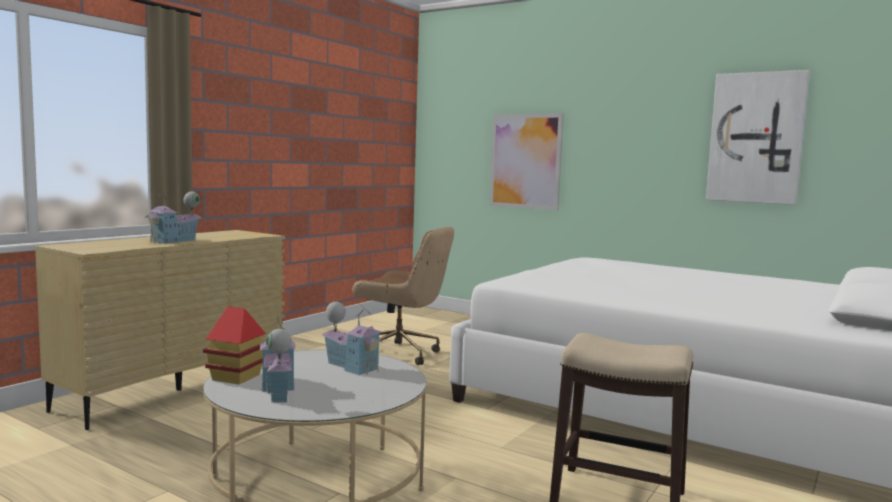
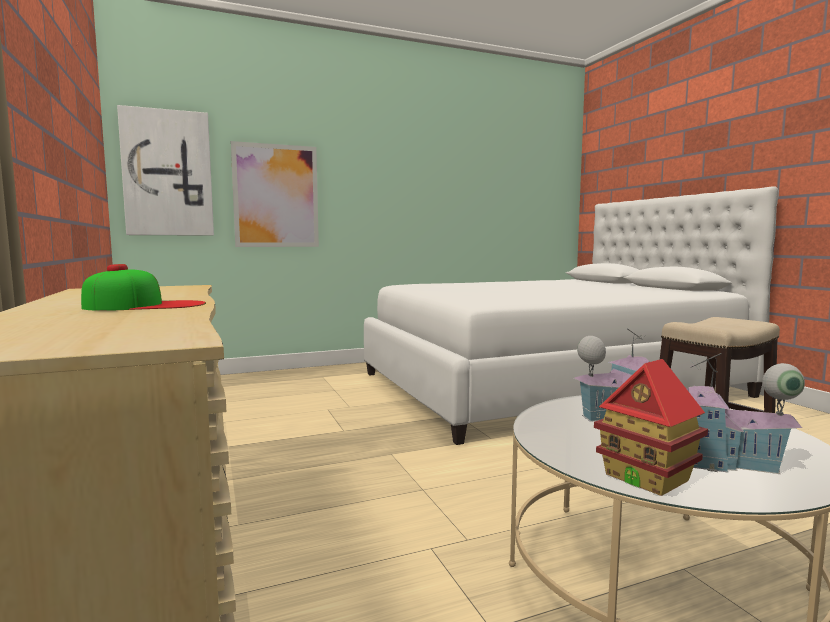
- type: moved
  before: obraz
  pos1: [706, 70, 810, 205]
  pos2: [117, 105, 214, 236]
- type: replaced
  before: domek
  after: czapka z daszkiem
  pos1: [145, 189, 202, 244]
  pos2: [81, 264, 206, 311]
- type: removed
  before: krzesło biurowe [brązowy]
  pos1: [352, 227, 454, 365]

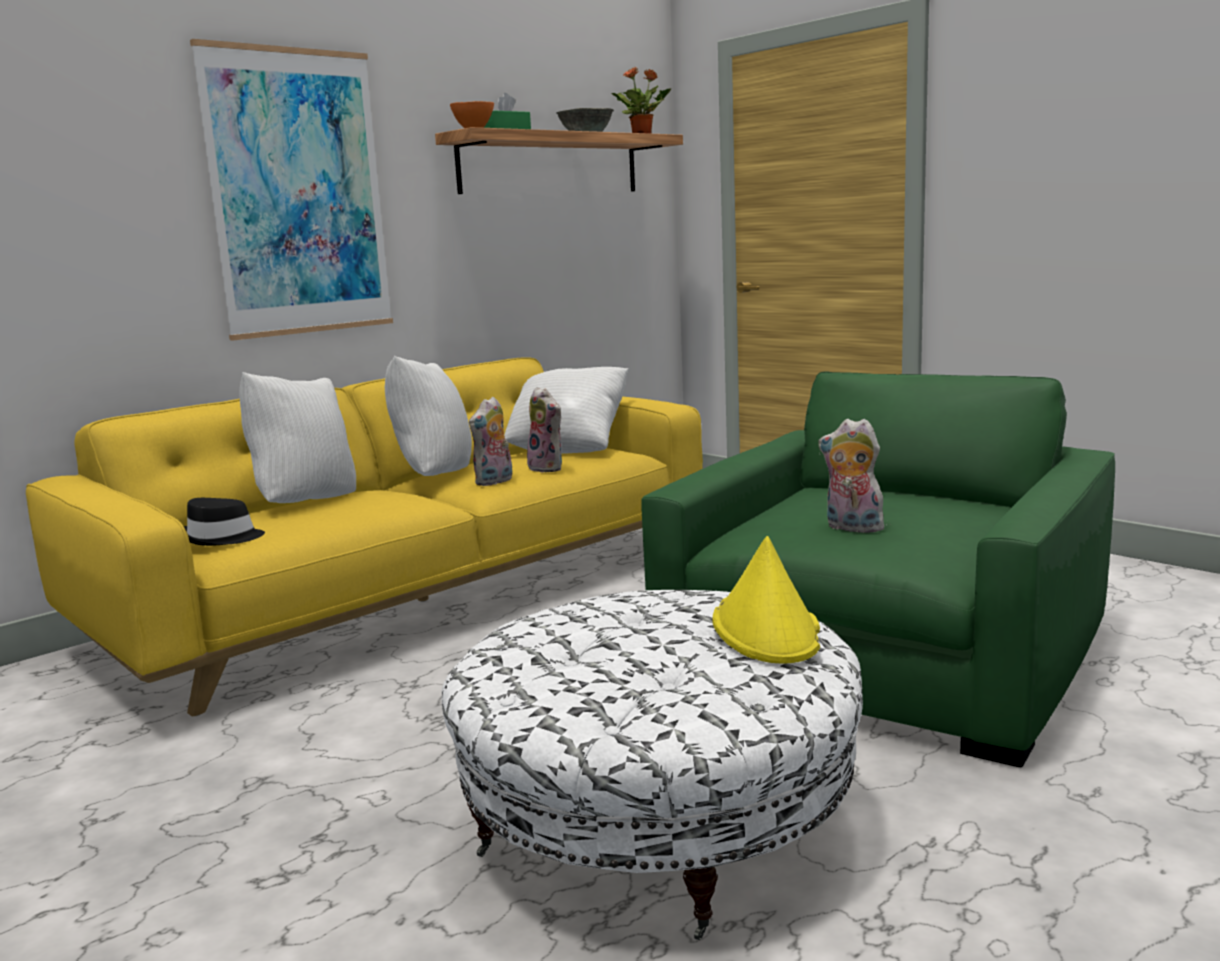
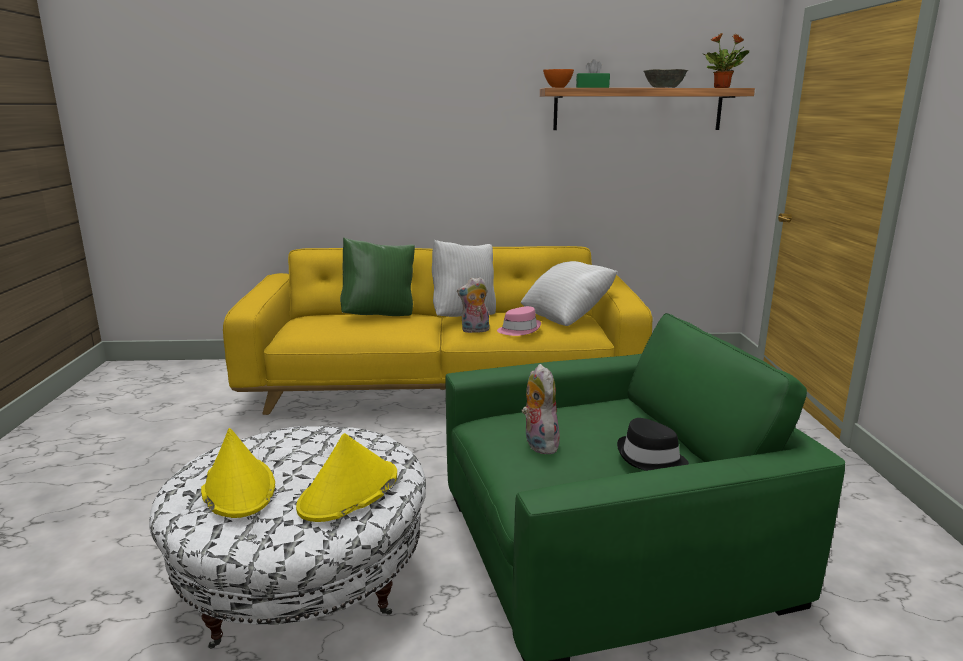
- type: removed
  before: obraz
  pos1: [190, 39, 393, 340]
- type: recoloured
  before: poduszka [biały]
  after: poduszka [zielony]
  pos1: [239, 372, 356, 503]
  pos2: [340, 238, 415, 316]
- type: replaced
  before: pluszak
  after: kapelusz [różowy]
  pos1: [527, 387, 563, 473]
  pos2: [497, 306, 541, 336]
- type: moved
  before: kapelusz [czarny]
  pos1: [184, 498, 265, 546]
  pos2: [617, 418, 689, 471]
- type: added
  after: kapelusz [żółty]
  pos2: [201, 428, 275, 518]

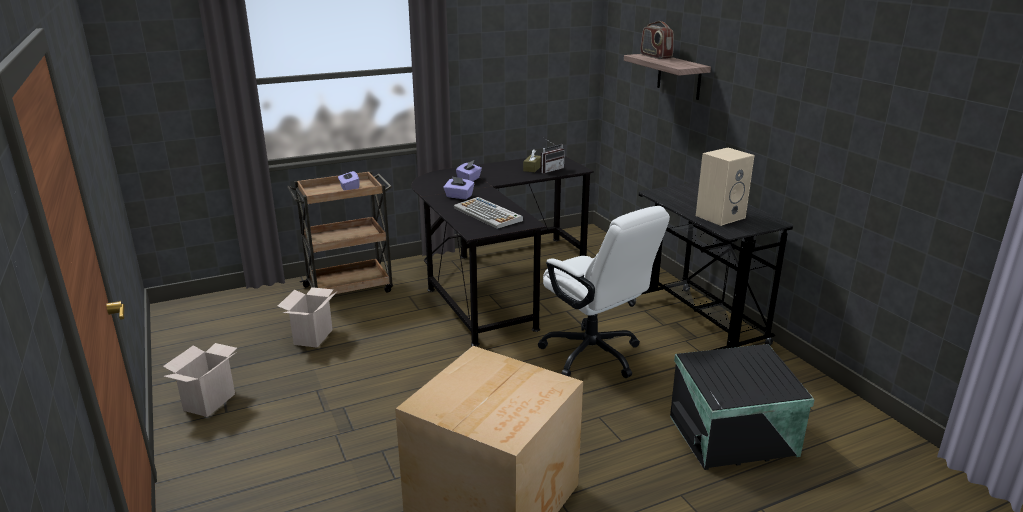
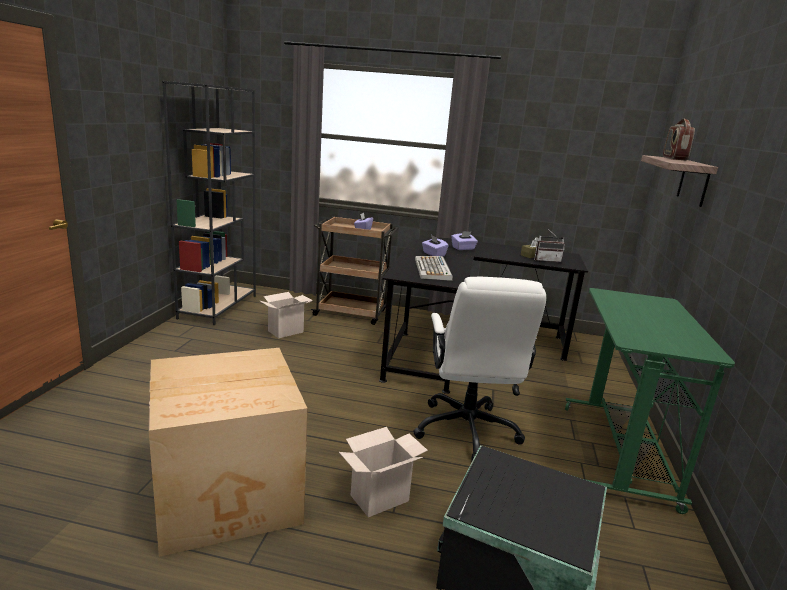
- type: removed
  before: głośnik [beżowy]
  pos1: [696, 148, 755, 226]
- type: recoloured
  before: biurko [czarny]
  after: biurko [zielony]
  pos1: [633, 182, 793, 350]
  pos2: [565, 288, 735, 514]
- type: moved
  before: karton
  pos1: [163, 343, 237, 417]
  pos2: [339, 427, 428, 517]
- type: added
  after: regał
  pos2: [162, 81, 256, 325]

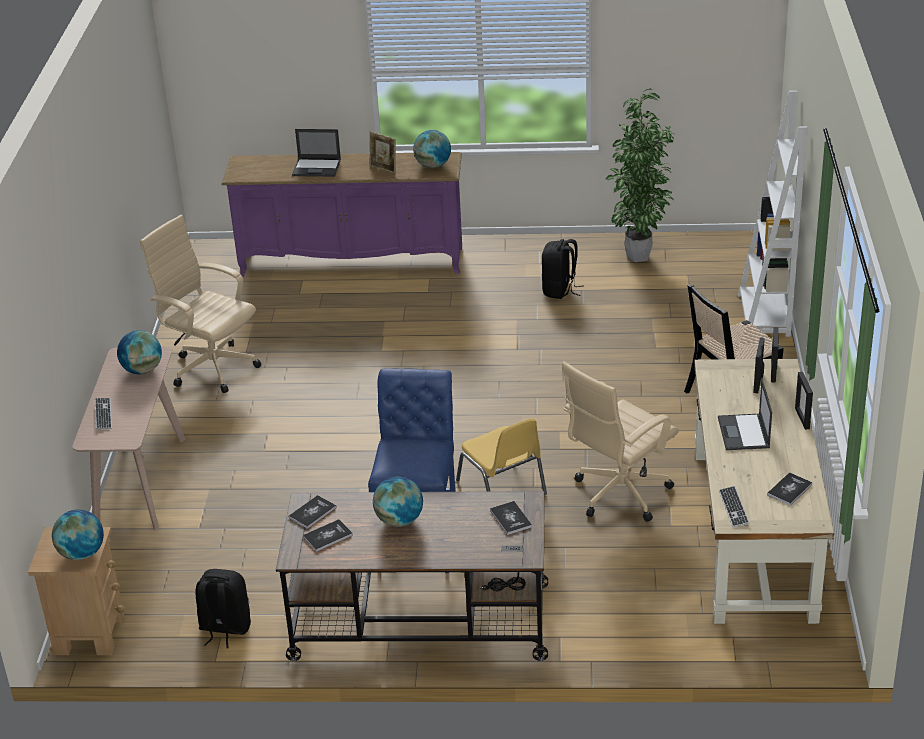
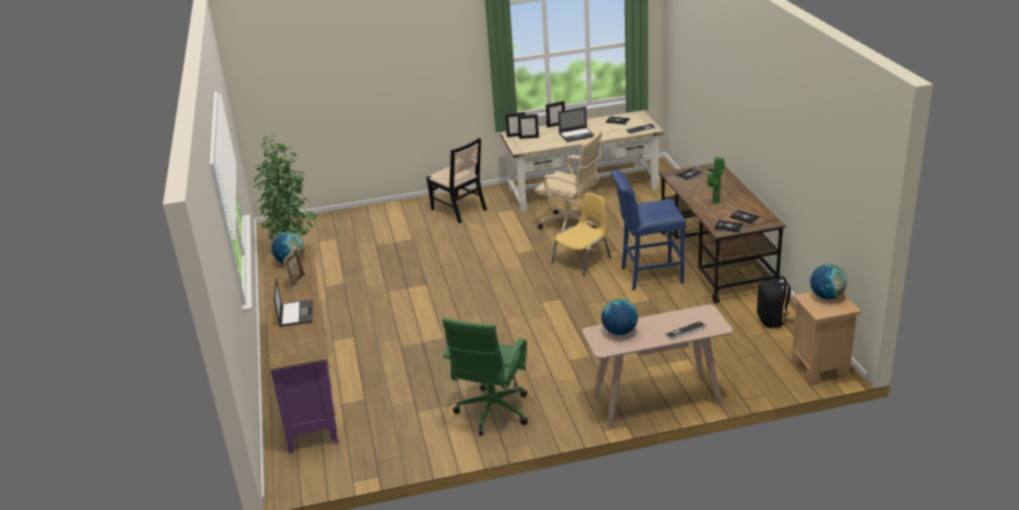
- type: removed
  before: regał [biały]
  pos1: [738, 91, 807, 337]
- type: recoloured
  before: krzesło biurowe [beżowy]
  after: krzesło biurowe [zielony]
  pos1: [140, 215, 261, 393]
  pos2: [442, 318, 528, 436]
- type: removed
  before: plecak [czarny]
  pos1: [542, 239, 584, 299]
- type: replaced
  before: globus
  after: roślina doniczkowa
  pos1: [373, 476, 423, 527]
  pos2: [707, 157, 724, 204]

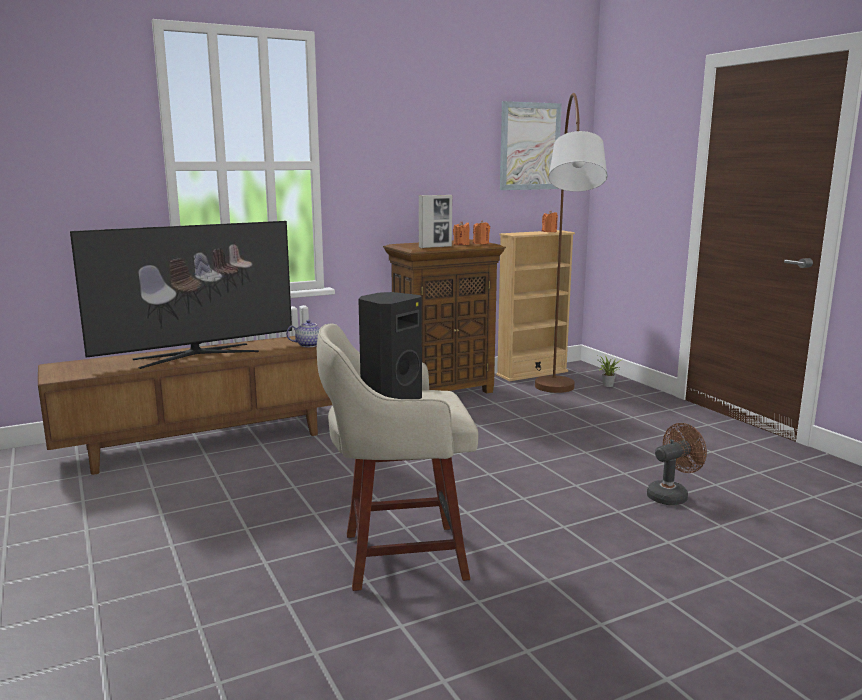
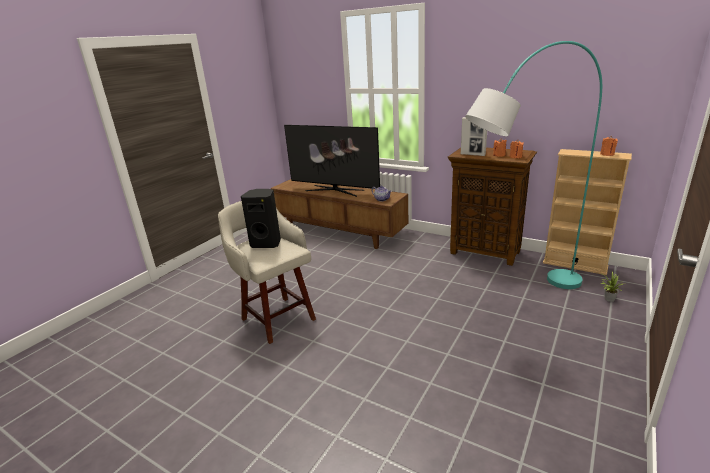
- type: recoloured
  before: lampa stojąca [brązowy]
  after: lampa stojąca [turkusowy]
  pos1: [535, 93, 607, 393]
  pos2: [465, 41, 602, 289]
- type: removed
  before: obraz
  pos1: [500, 101, 562, 190]
- type: removed
  before: wentylator [brązowy]
  pos1: [647, 423, 707, 505]

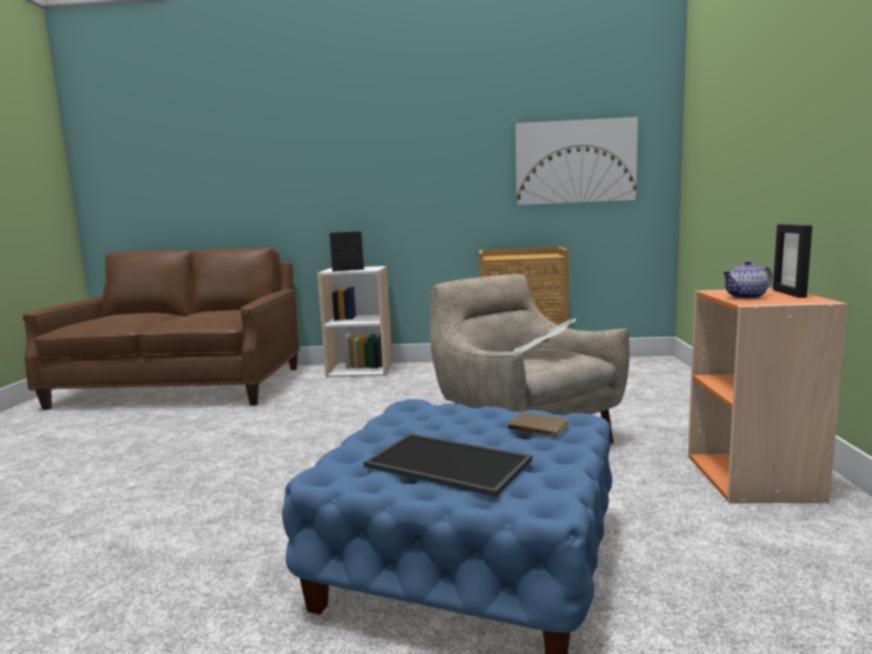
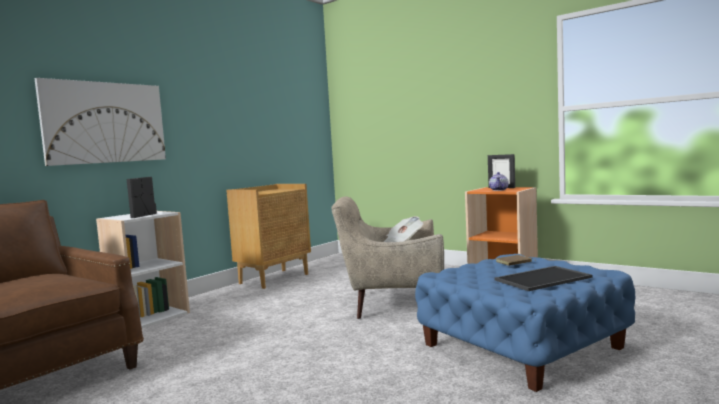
- type: moved
  before: obraz
  pos1: [515, 117, 638, 205]
  pos2: [34, 78, 166, 166]

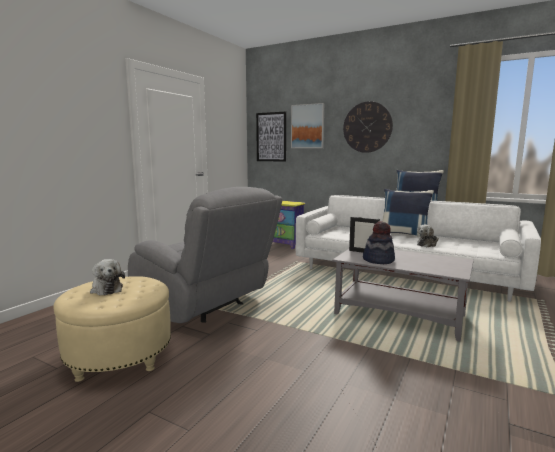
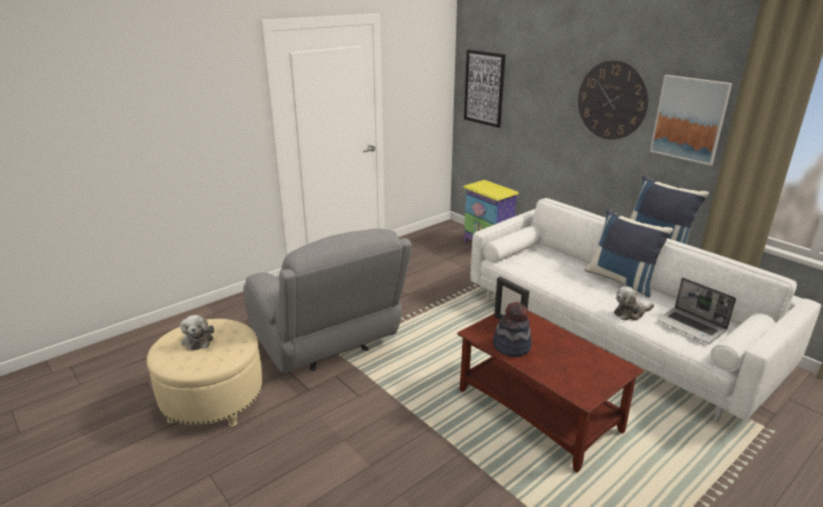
- type: moved
  before: obraz
  pos1: [291, 103, 324, 148]
  pos2: [650, 75, 732, 166]
- type: recoloured
  before: ława [szary]
  after: ława [brązowy]
  pos1: [332, 249, 474, 341]
  pos2: [457, 310, 644, 473]
- type: added
  after: laptop
  pos2: [657, 278, 736, 344]

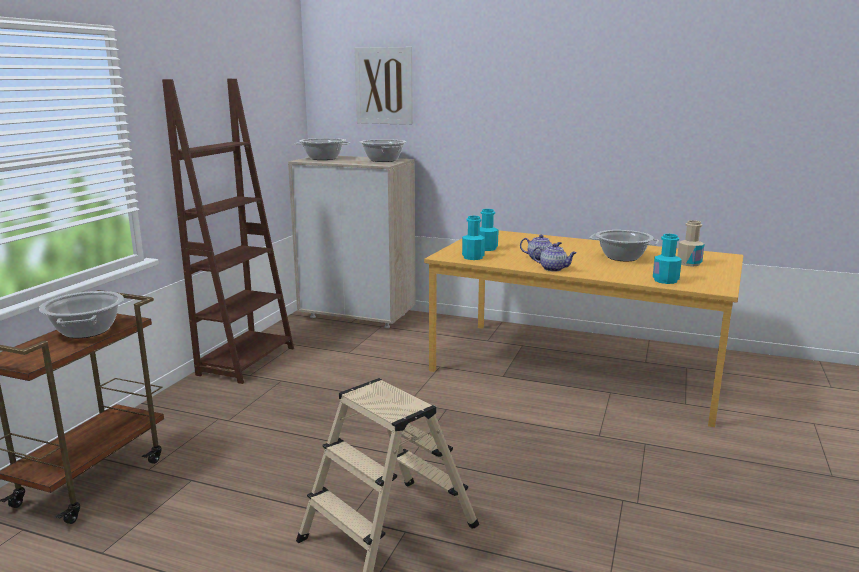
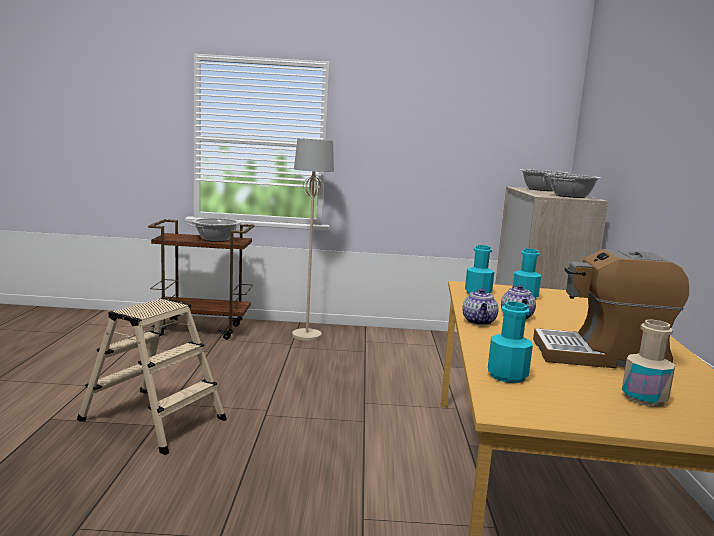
- type: removed
  before: obraz
  pos1: [354, 47, 413, 125]
- type: removed
  before: regał [brązowy]
  pos1: [162, 79, 294, 384]
- type: replaced
  before: garnek
  after: ekspres do kawy
  pos1: [590, 230, 659, 261]
  pos2: [533, 249, 689, 368]
- type: added
  after: lampa stojąca [beżowy]
  pos2: [292, 139, 334, 341]

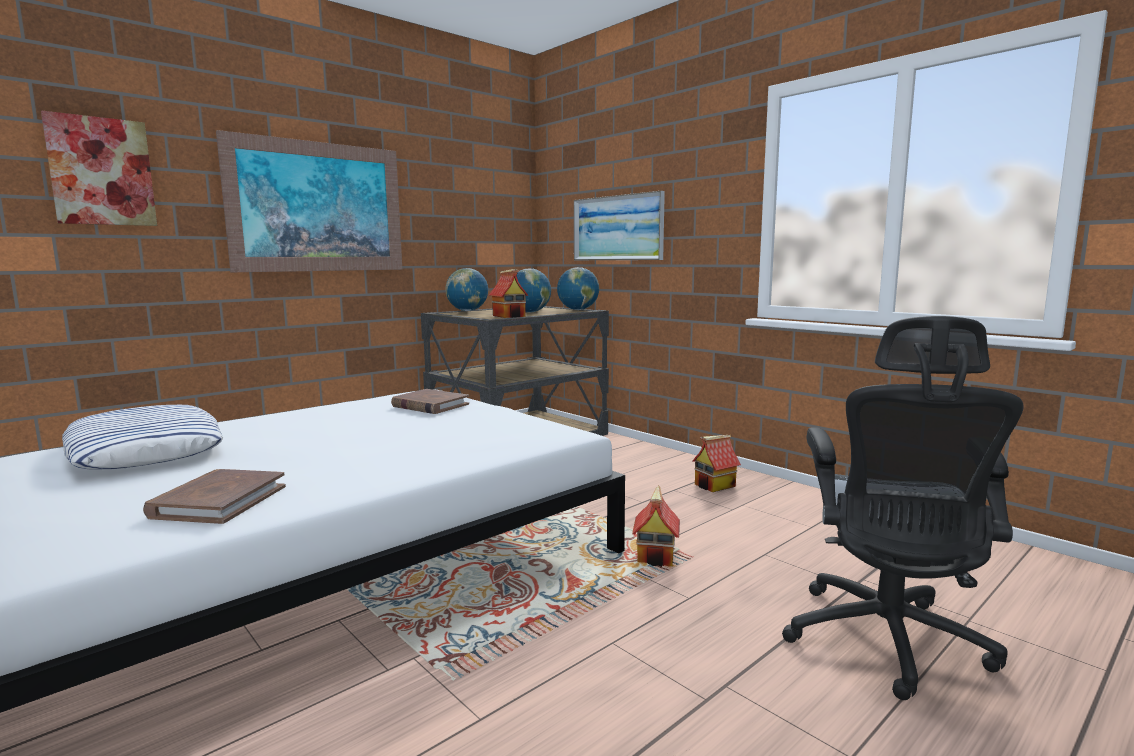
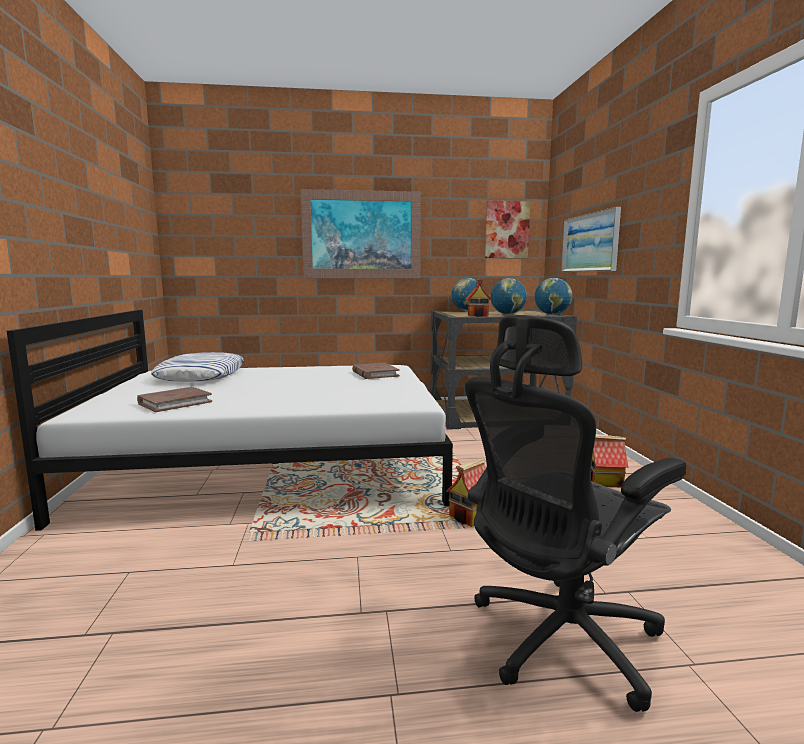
- type: moved
  before: obraz
  pos1: [41, 110, 157, 226]
  pos2: [485, 201, 530, 258]

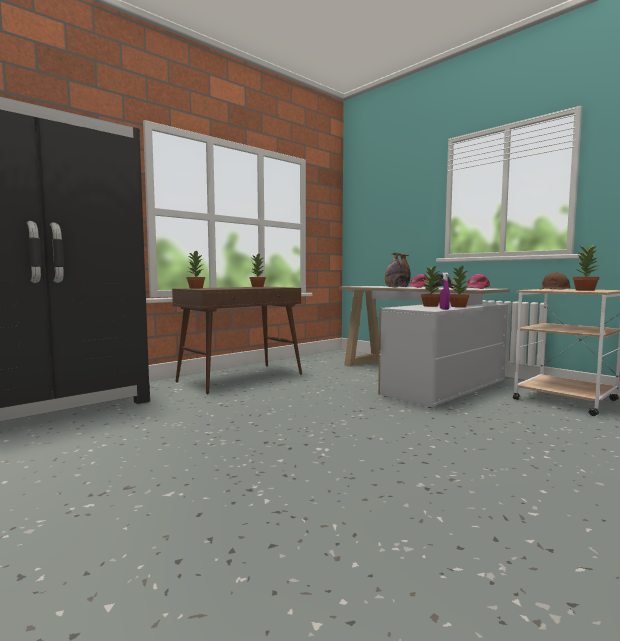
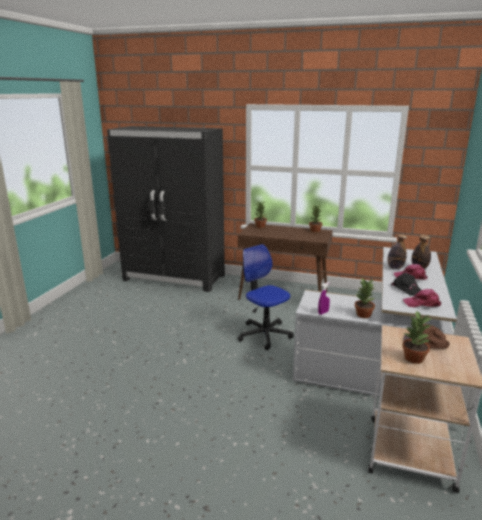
- type: removed
  before: roślina doniczkowa
  pos1: [421, 266, 440, 307]
- type: added
  after: krzesło biurowe
  pos2: [237, 244, 294, 350]

